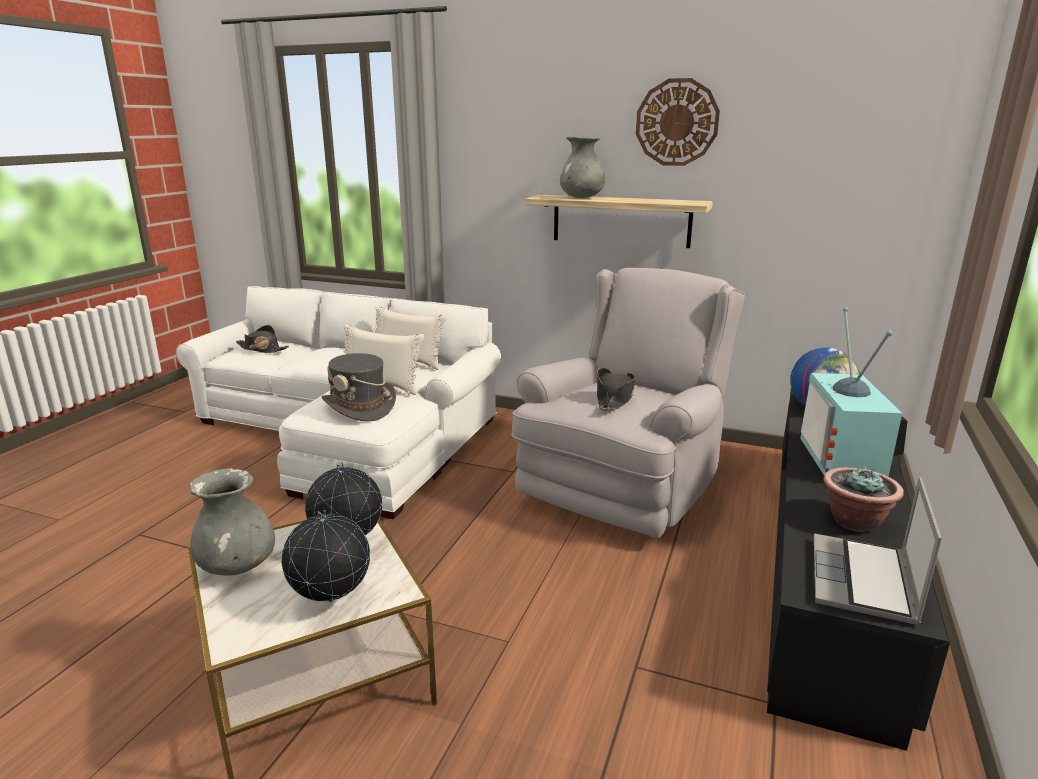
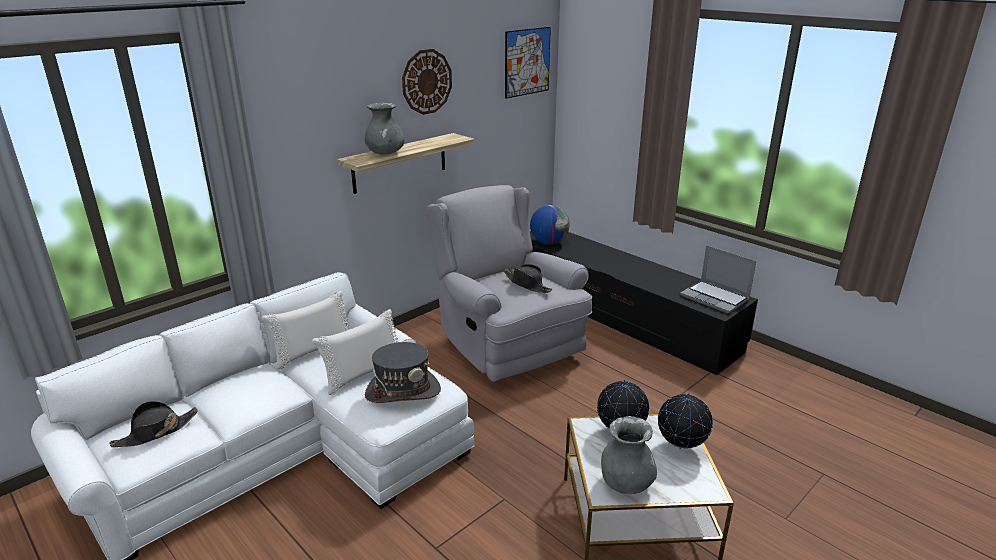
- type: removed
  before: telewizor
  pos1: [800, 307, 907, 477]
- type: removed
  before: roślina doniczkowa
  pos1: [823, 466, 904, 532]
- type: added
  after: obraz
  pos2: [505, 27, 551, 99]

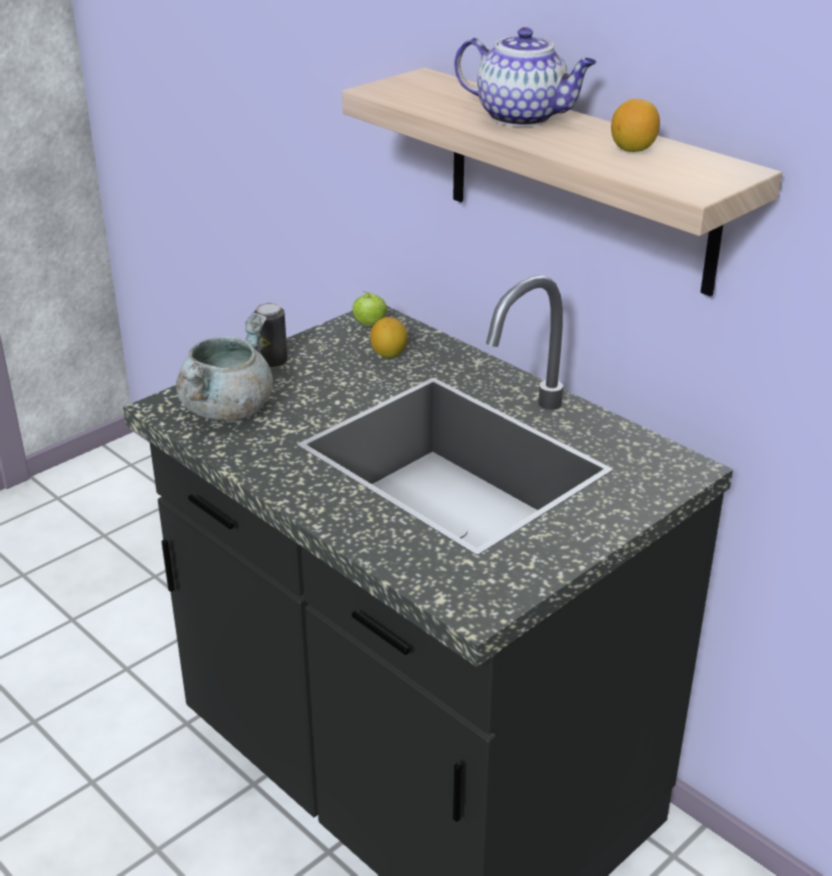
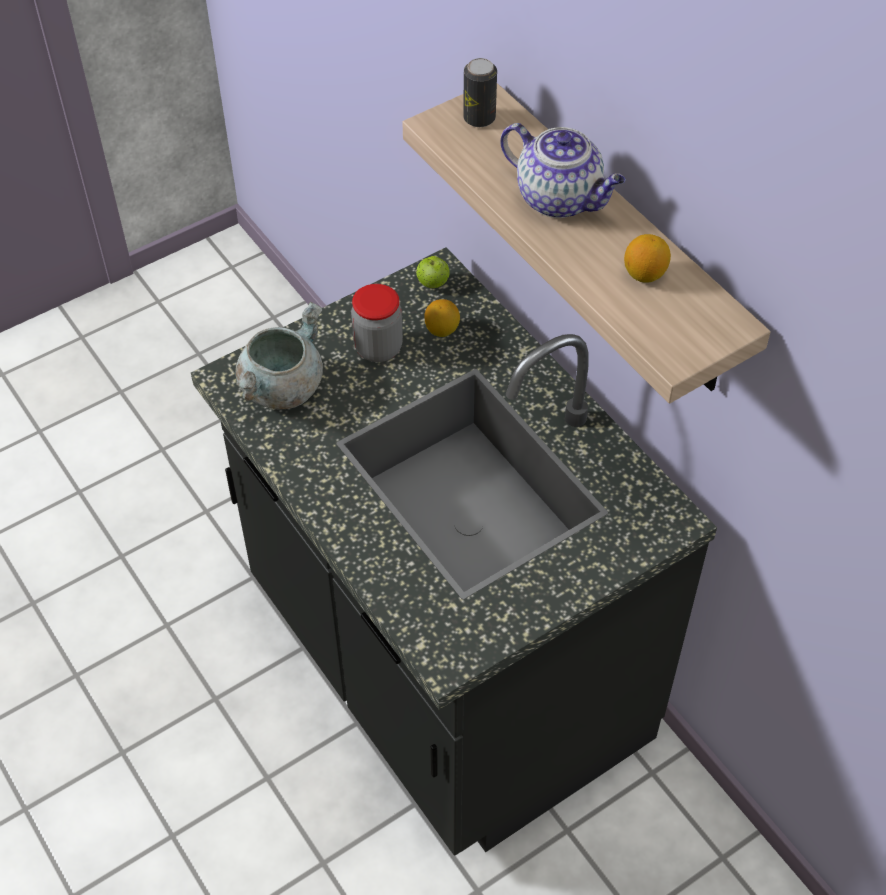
- type: moved
  before: puszka
  pos1: [254, 303, 288, 368]
  pos2: [463, 58, 497, 127]
- type: added
  after: słoik
  pos2: [351, 284, 403, 362]

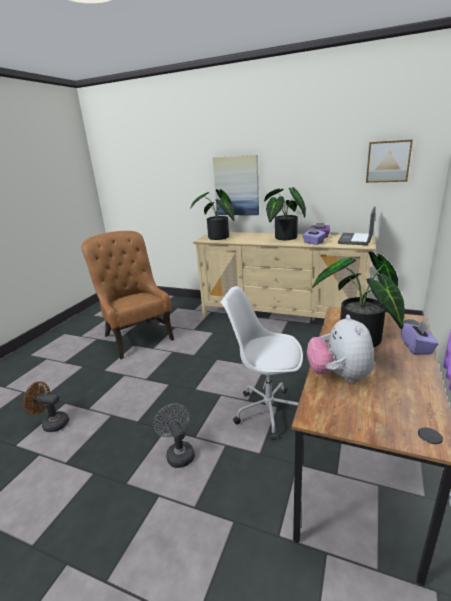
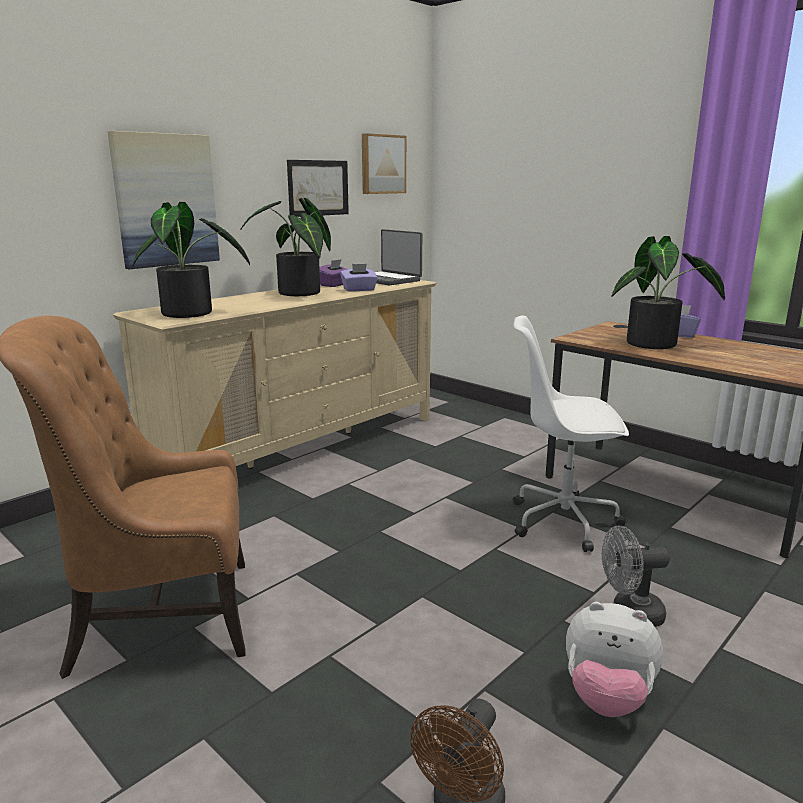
- type: turned
  before: krzesło biurowe [biały]
  pos1: [221, 286, 303, 440]
  pos2: [513, 315, 629, 552]
  turn: 60
- type: moved
  before: pluszak
  pos1: [307, 315, 374, 383]
  pos2: [566, 602, 663, 717]
- type: added
  after: obraz
  pos2: [287, 160, 349, 217]

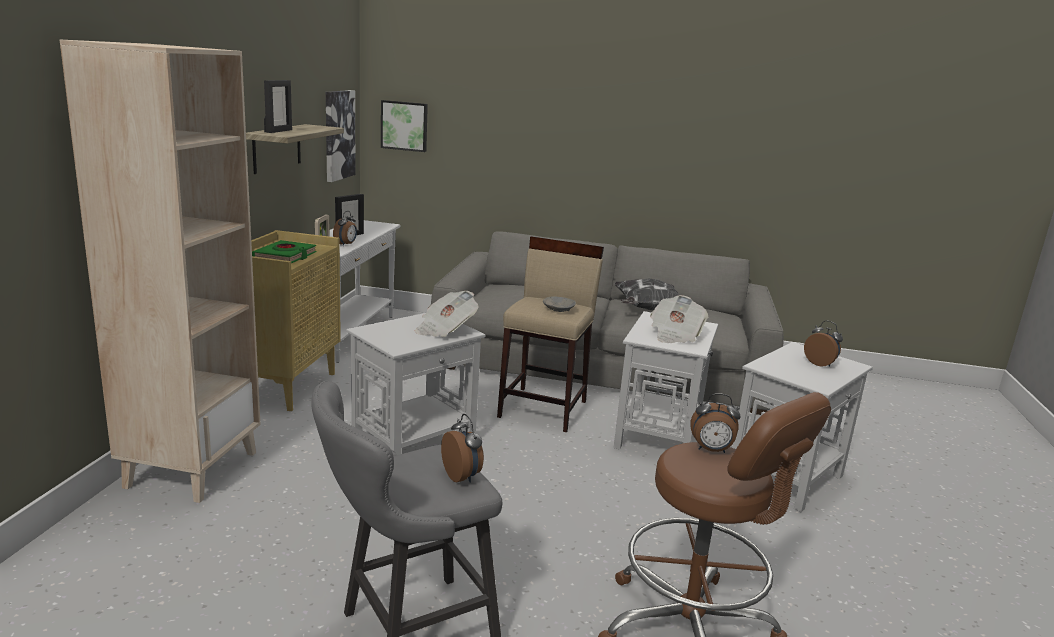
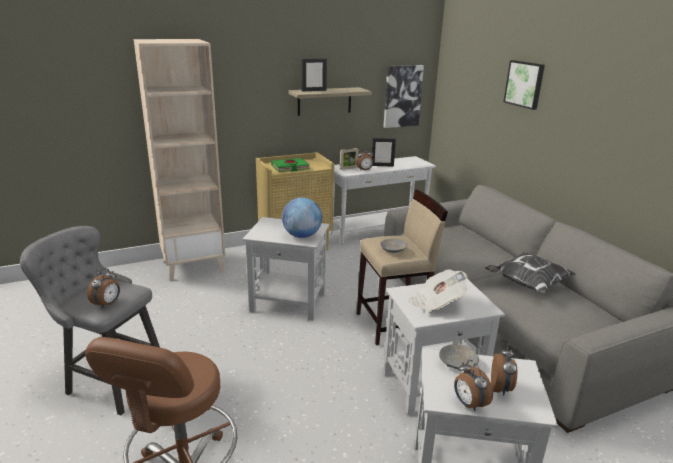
- type: moved
  before: obraz
  pos1: [381, 100, 428, 152]
  pos2: [503, 60, 545, 110]
- type: replaced
  before: gazeta
  after: globus
  pos1: [415, 291, 478, 337]
  pos2: [282, 197, 322, 238]
- type: moved
  before: budzik
  pos1: [691, 393, 741, 453]
  pos2: [454, 360, 493, 411]
- type: added
  after: miska [szary]
  pos2: [439, 344, 479, 369]

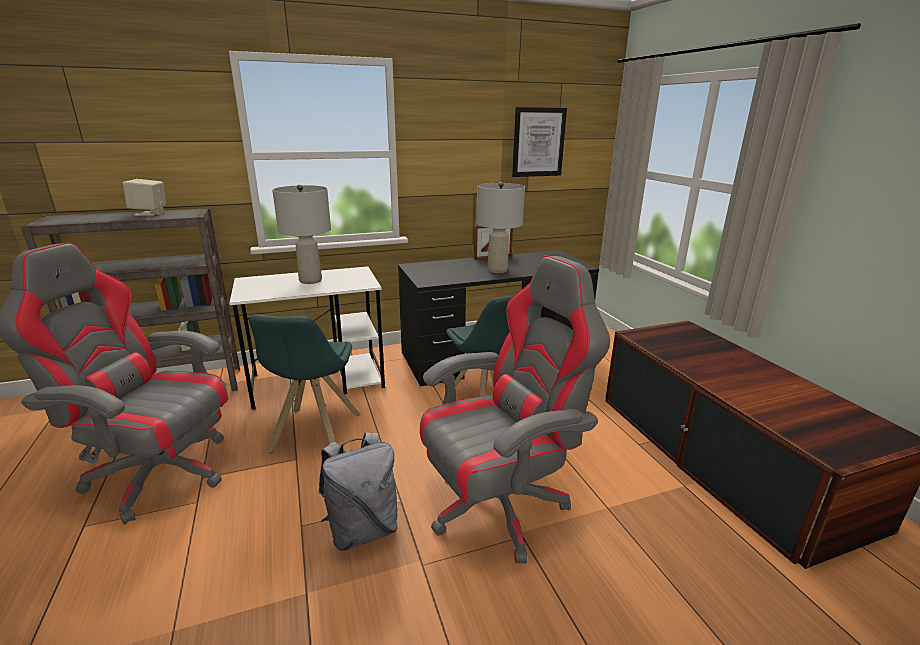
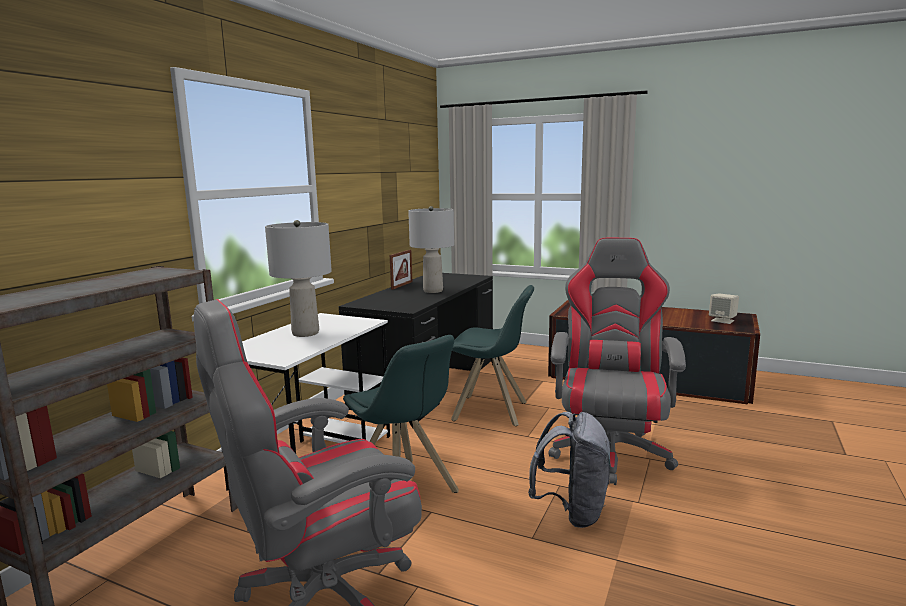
- type: removed
  before: obraz
  pos1: [512, 107, 567, 177]
- type: moved
  before: głośnik [beżowy]
  pos1: [123, 179, 166, 216]
  pos2: [709, 293, 739, 324]

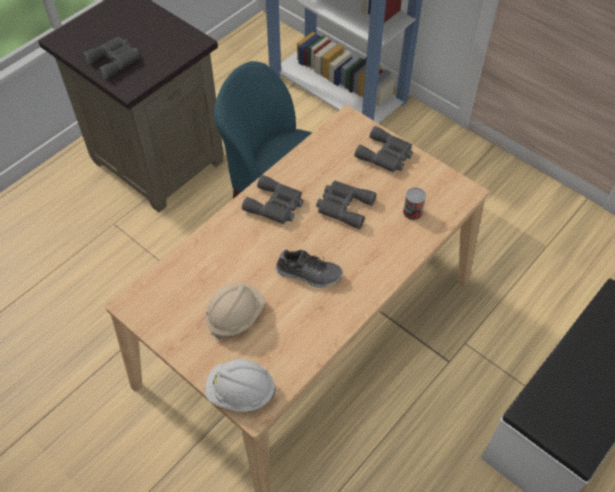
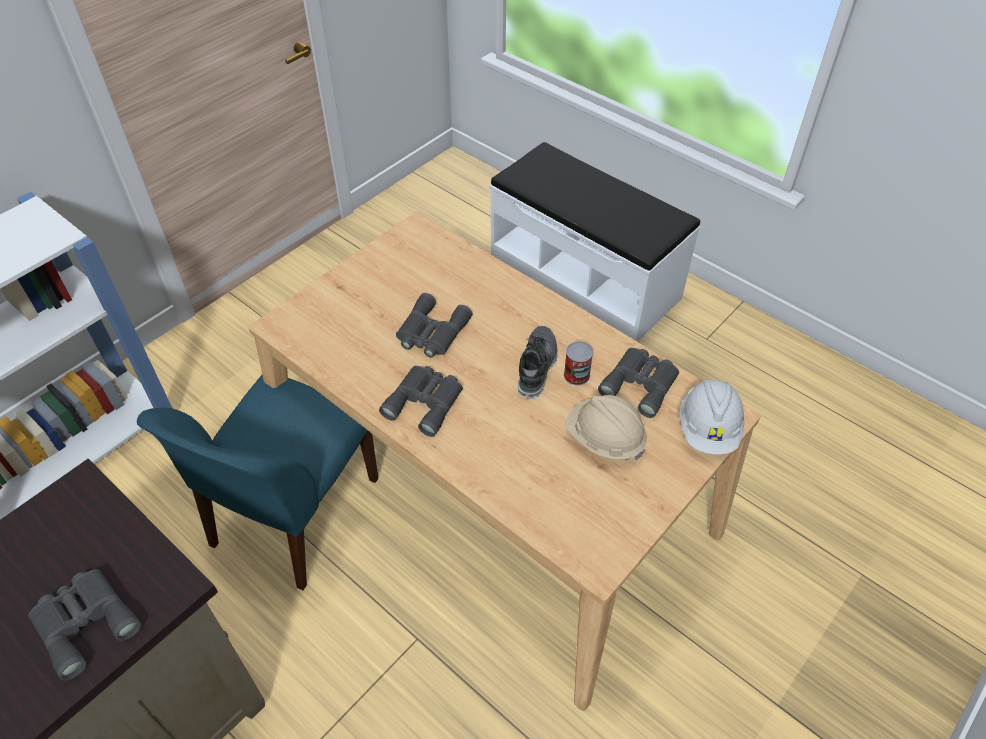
- type: moved
  before: lornetka [szary]
  pos1: [354, 126, 413, 172]
  pos2: [598, 348, 679, 418]
- type: moved
  before: puszka
  pos1: [403, 188, 426, 220]
  pos2: [564, 341, 593, 385]

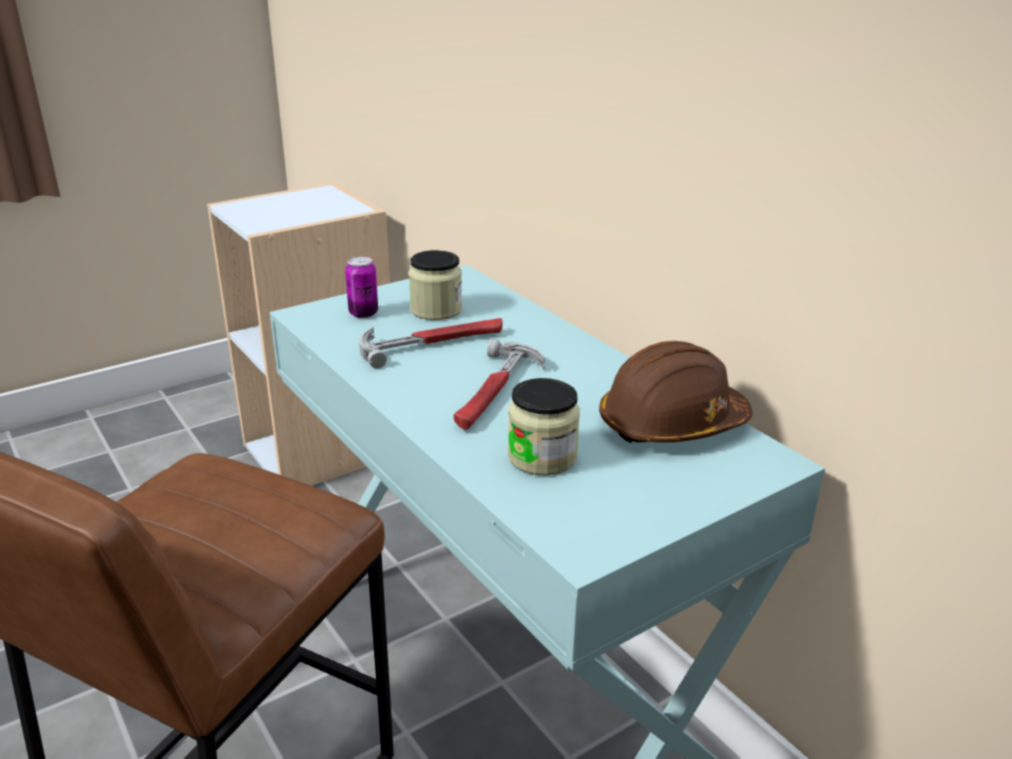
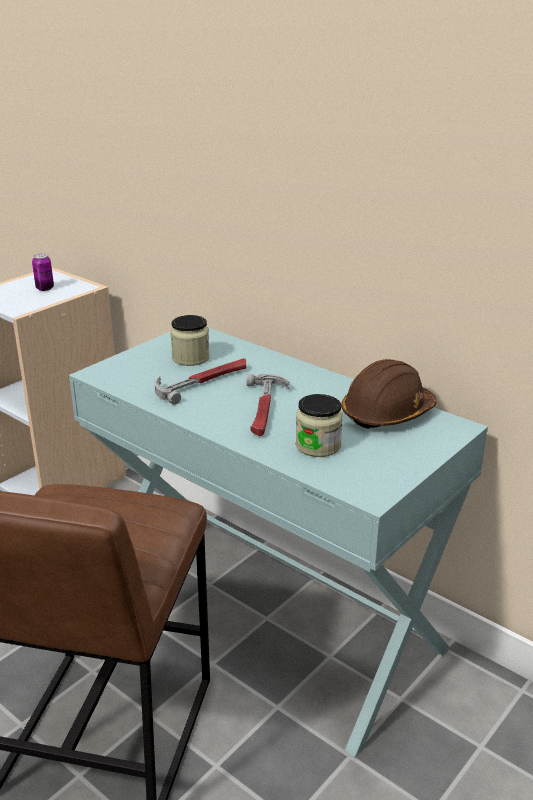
- type: moved
  before: puszka
  pos1: [345, 257, 378, 318]
  pos2: [32, 254, 54, 291]

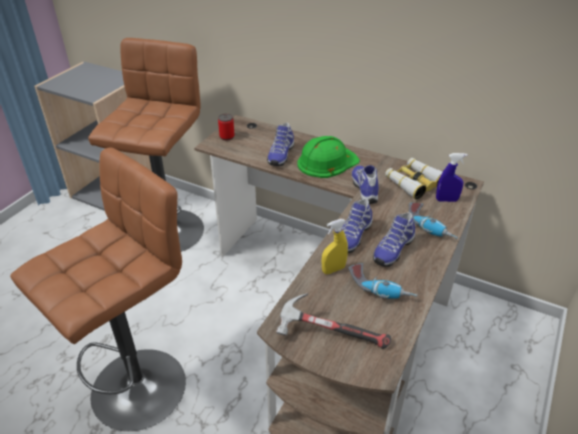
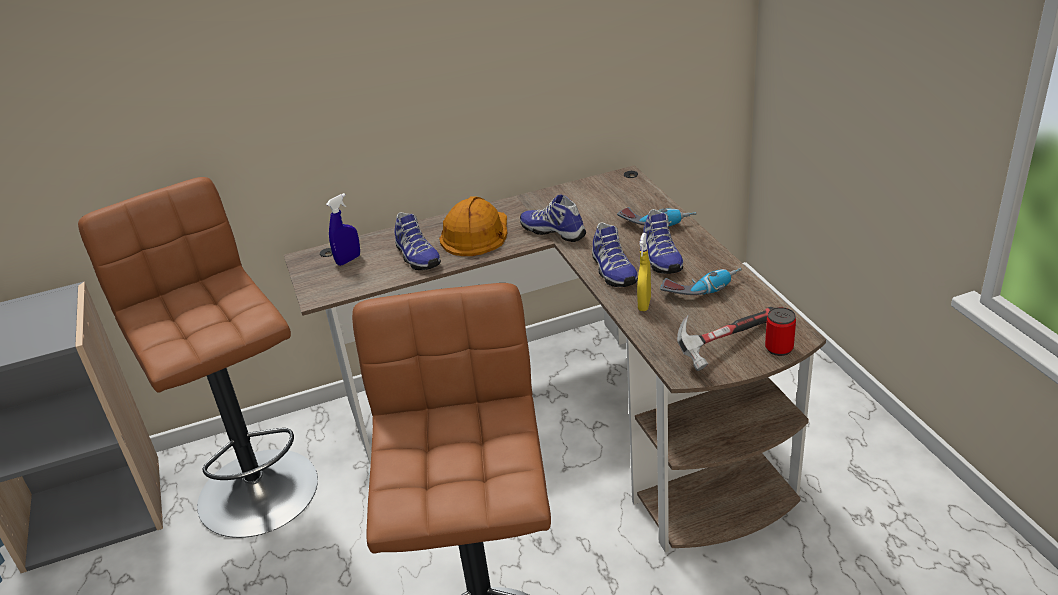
- type: moved
  before: puszka
  pos1: [218, 114, 235, 140]
  pos2: [765, 307, 796, 356]
- type: recoloured
  before: kask [zielony]
  after: kask [pomarańczowy]
  pos1: [298, 136, 360, 178]
  pos2: [439, 196, 508, 256]
- type: moved
  before: spryskiwacz [niebieski]
  pos1: [436, 153, 468, 202]
  pos2: [326, 193, 360, 266]
- type: removed
  before: lornetka
  pos1: [385, 158, 443, 200]

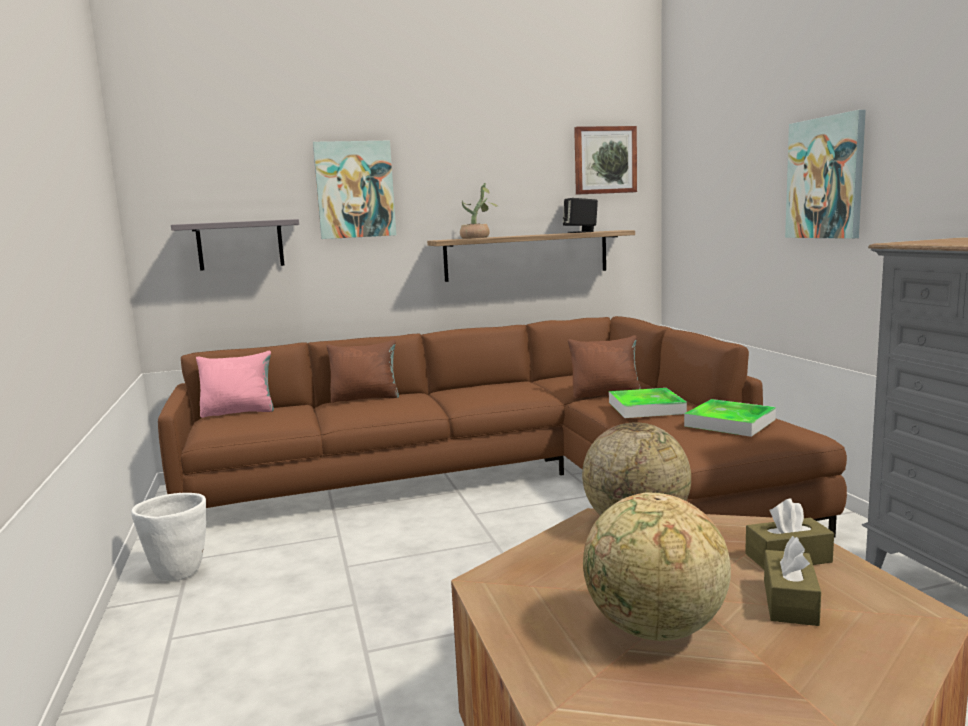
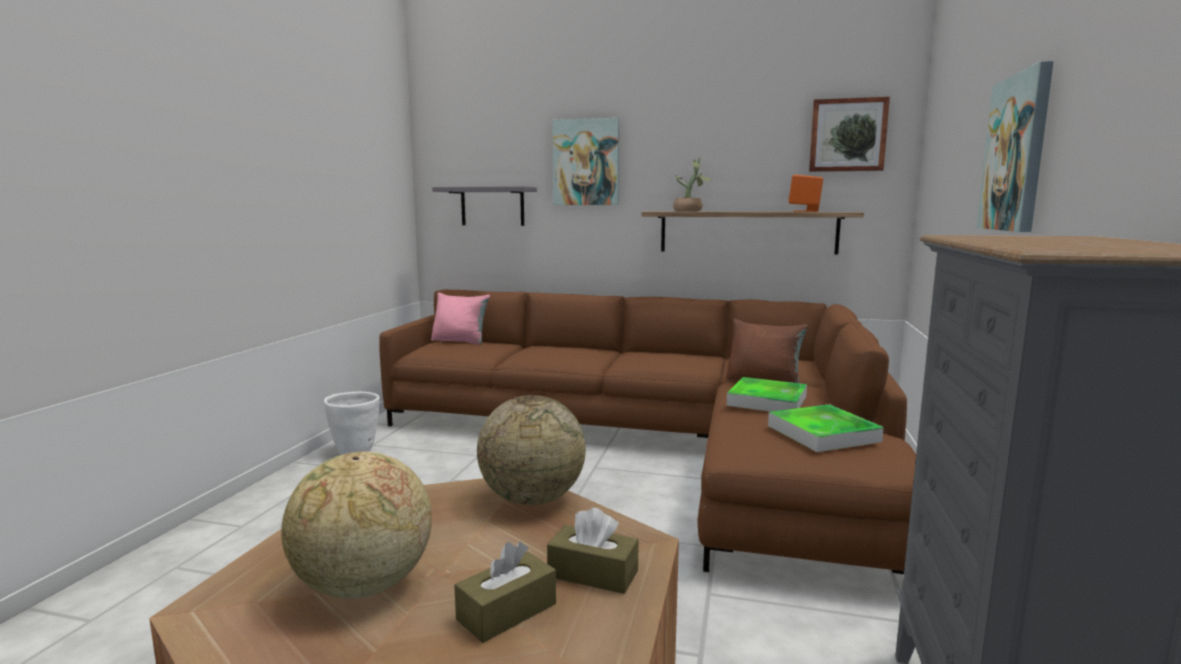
- type: recoloured
  before: głośnik [czarny]
  after: głośnik [pomarańczowy]
  pos1: [563, 198, 598, 233]
  pos2: [788, 175, 823, 212]
- type: removed
  before: poduszka [brązowy]
  pos1: [327, 340, 399, 403]

